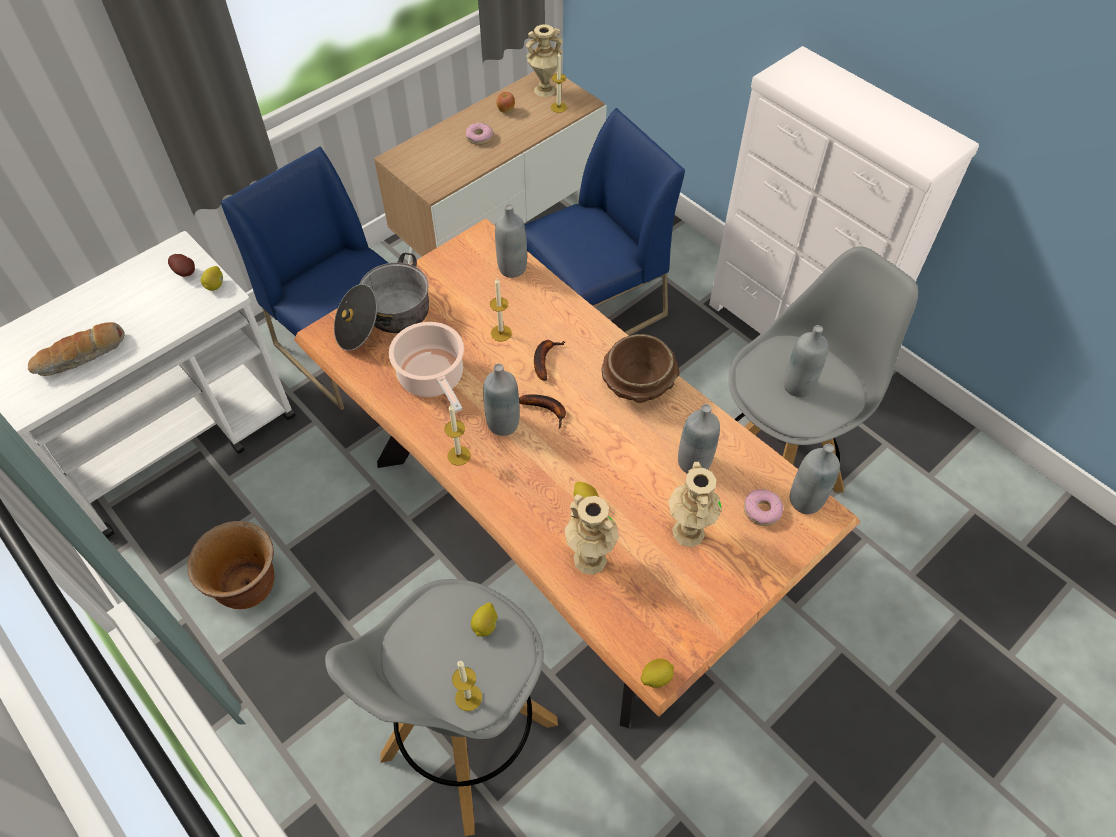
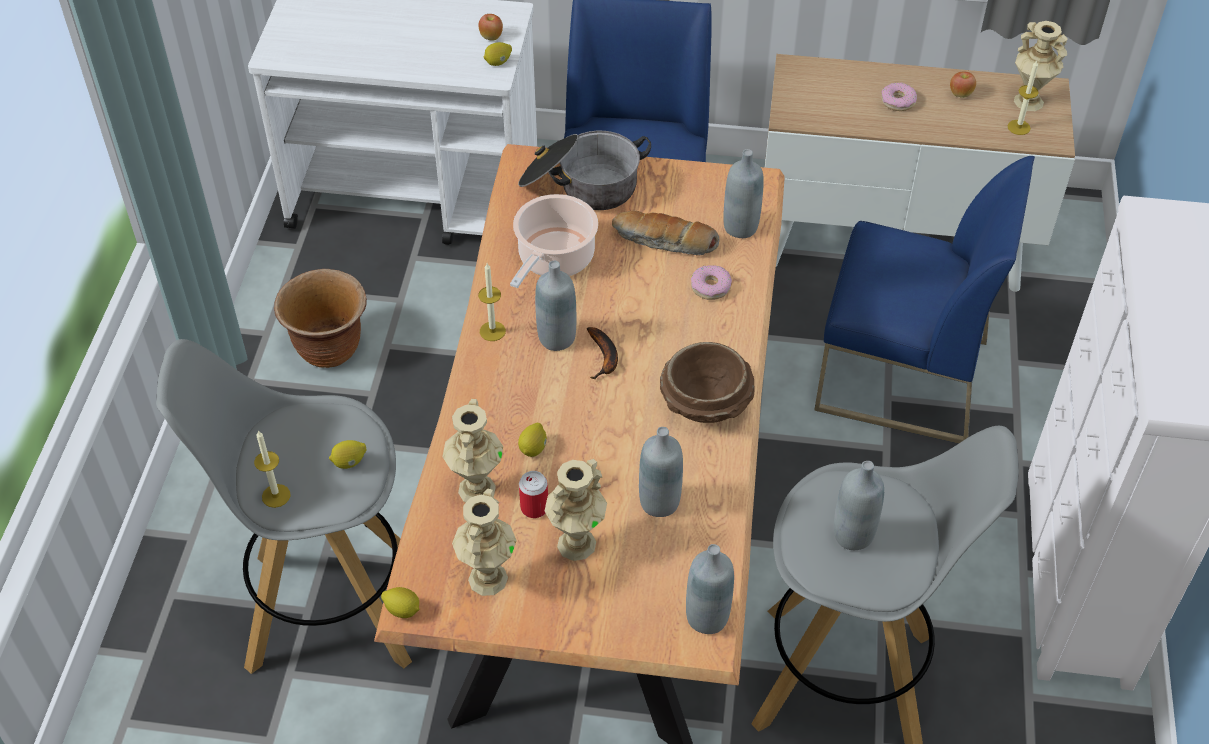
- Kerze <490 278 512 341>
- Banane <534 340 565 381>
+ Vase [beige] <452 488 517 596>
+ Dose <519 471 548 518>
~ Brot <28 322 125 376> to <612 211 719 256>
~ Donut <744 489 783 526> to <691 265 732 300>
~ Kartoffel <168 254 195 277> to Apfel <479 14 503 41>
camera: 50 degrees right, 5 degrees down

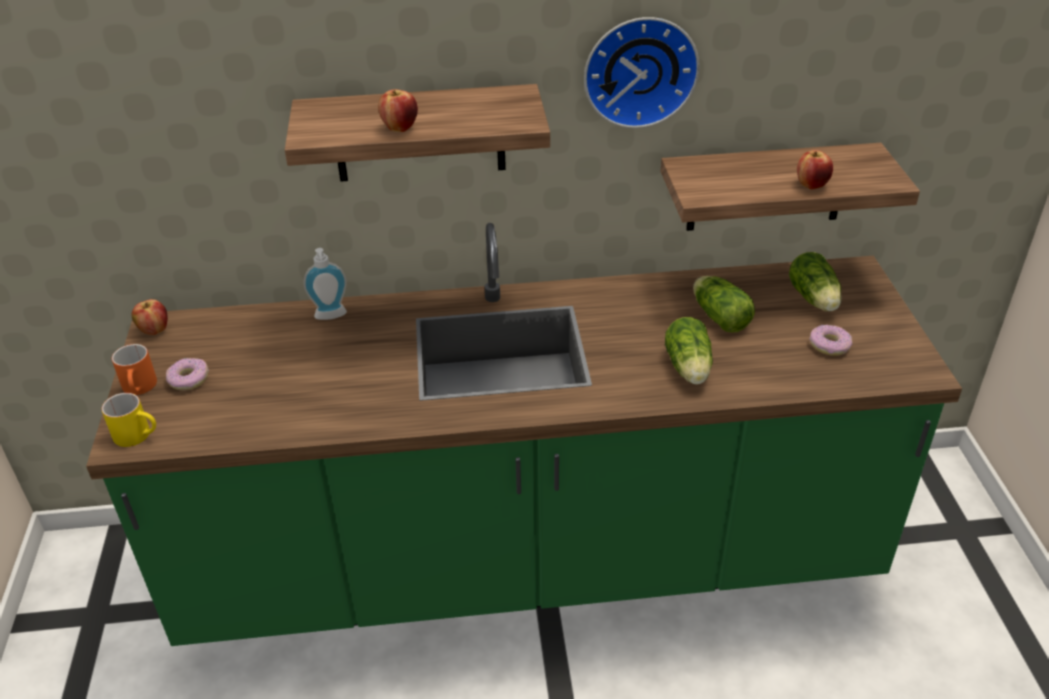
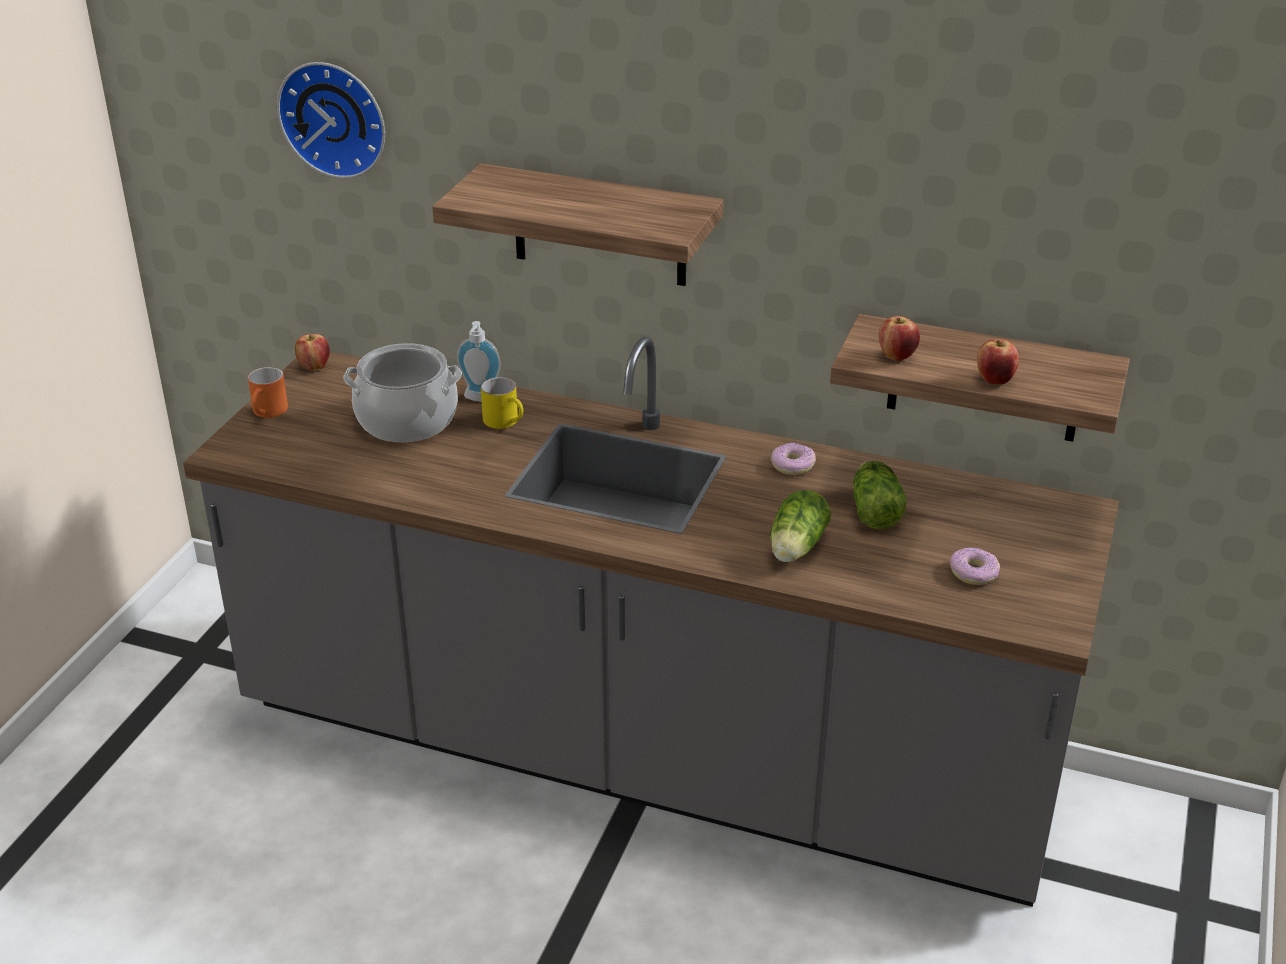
- Salatkopf <789 252 842 311>
+ Kochtopf <343 343 462 442>
~ Henkelbecher [gelb] <101 393 156 447> to <481 377 523 429>
~ Donut <166 358 209 391> to <771 443 816 475>
~ Apfel <378 89 418 132> to <879 316 920 361>
~ Wanduhr <584 17 700 128> to <277 62 385 179>
~ Küchenzeile [grün] <86 223 962 646> to Küchenzeile [grau] <183 337 1119 907>
camera: 25 degrees right, 5 degrees down

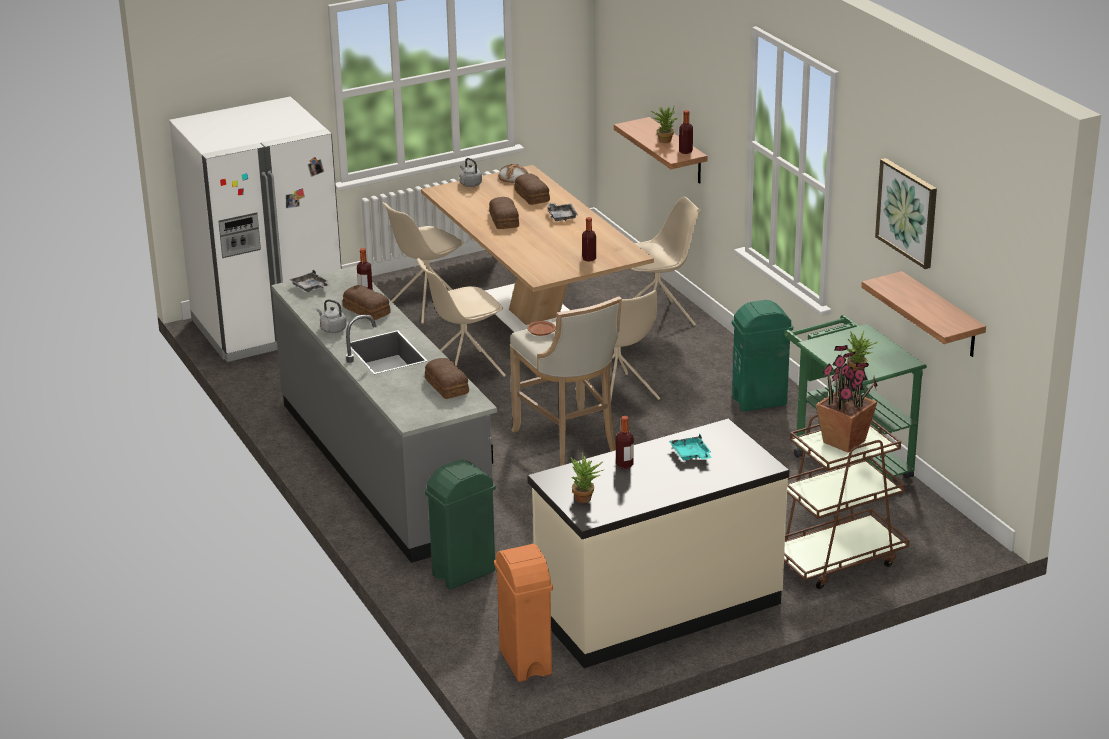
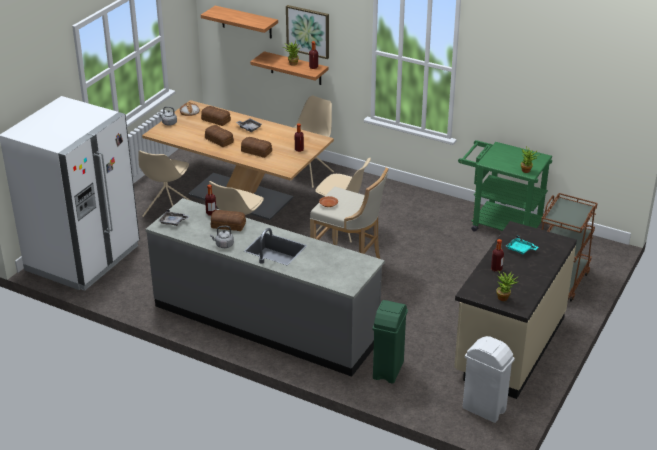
- Mülleimer [grün] <732 300 793 412>
- Topfpflanze <816 345 878 452>
~ Brot <425 358 469 399> to <241 137 272 158>
~ Wandregal <861 271 986 357> to <201 6 278 38>
~ Bild <875 158 937 269> to <286 5 329 59>
~ Mülleimer [orange] <494 544 553 682> to Mülleimer [weiß] <463 336 515 423>
camera: 35 degrees left, 5 degrees up

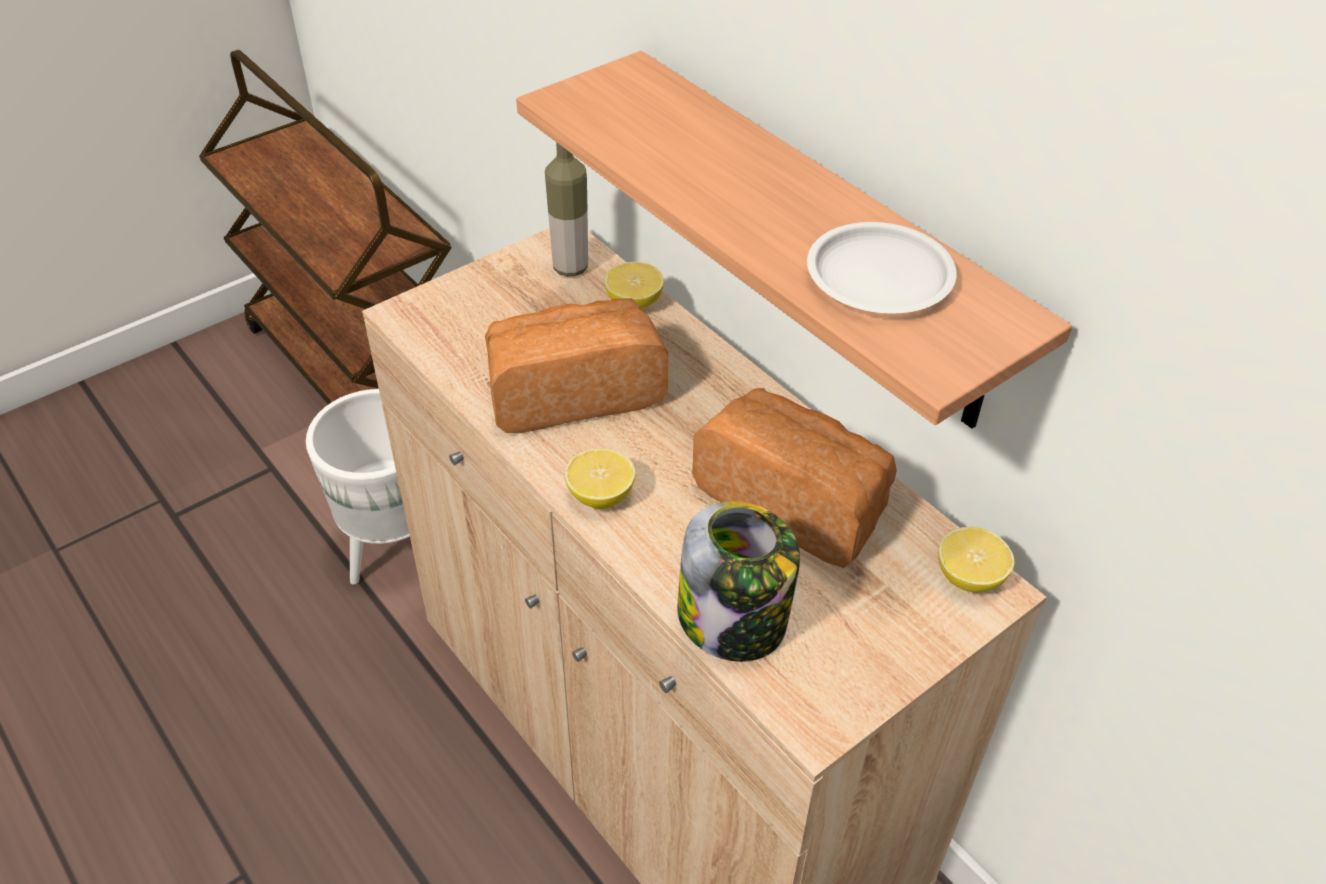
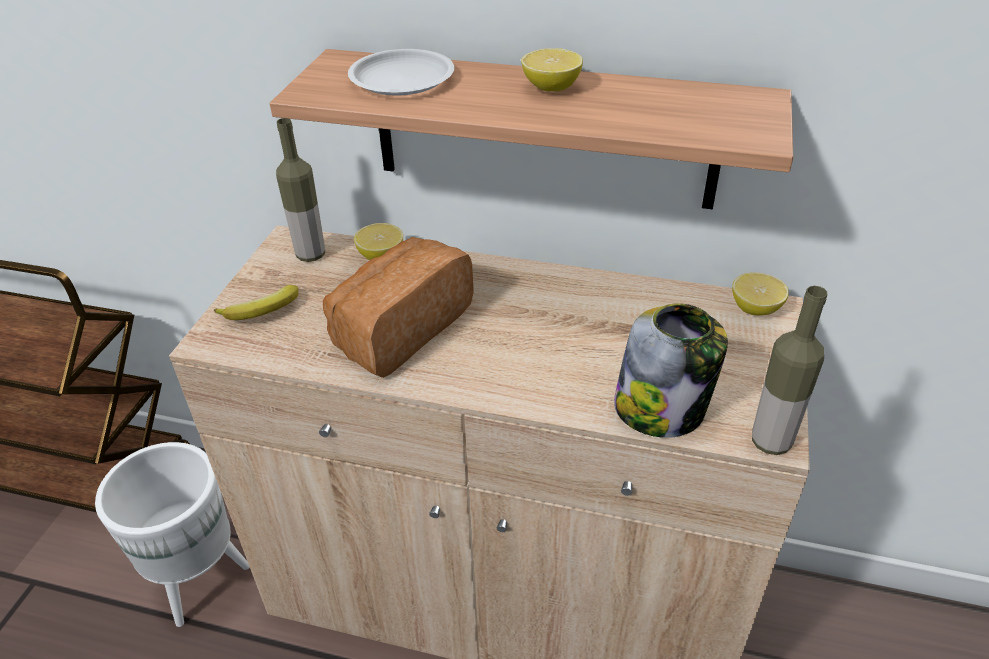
- Brot <692 388 897 568>
+ Banane <213 285 299 320>
+ Flasche <752 286 827 455>
~ Zitrone <565 448 635 509> to <521 48 583 92>
~ Teller [weiß] <807 222 957 314> to <348 49 454 95>
camera: 35 degrees left, 5 degrees down

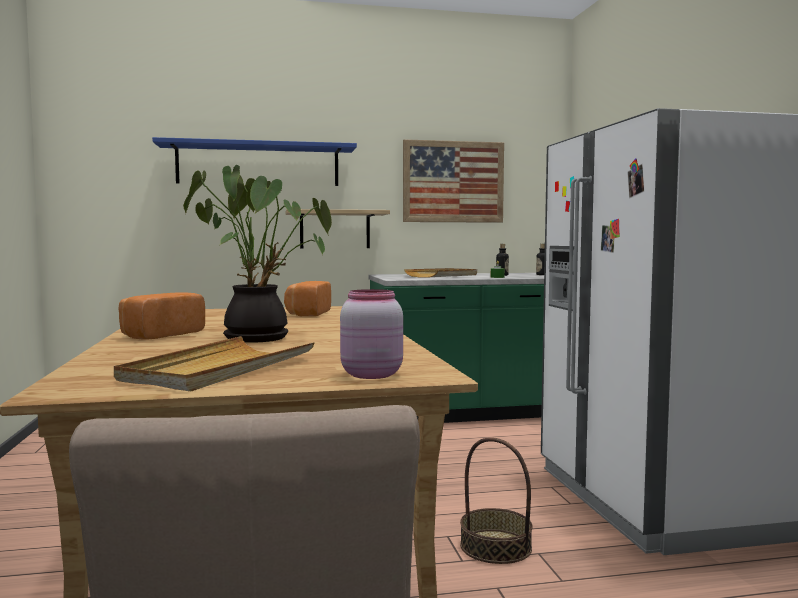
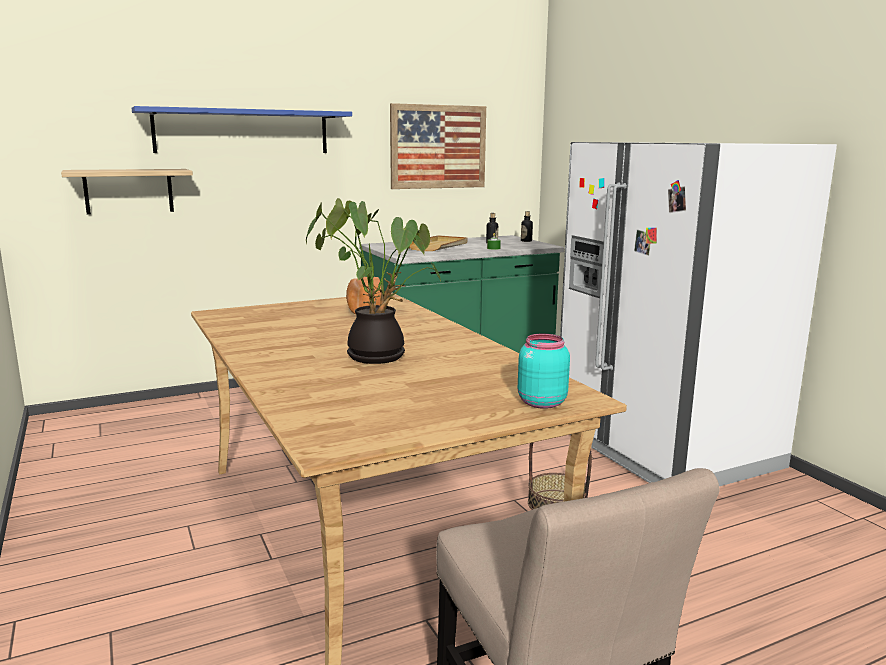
- Tablett [beige] <114 336 315 391>
- Brot <118 292 205 340>
~ Wandregal <286 209 390 248> to <61 169 193 214>
~ Vorratsglas [rosa] <340 289 403 379> to Vorratsglas [türkis] <518 334 570 409>
camera: 15 degrees left, 10 degrees up

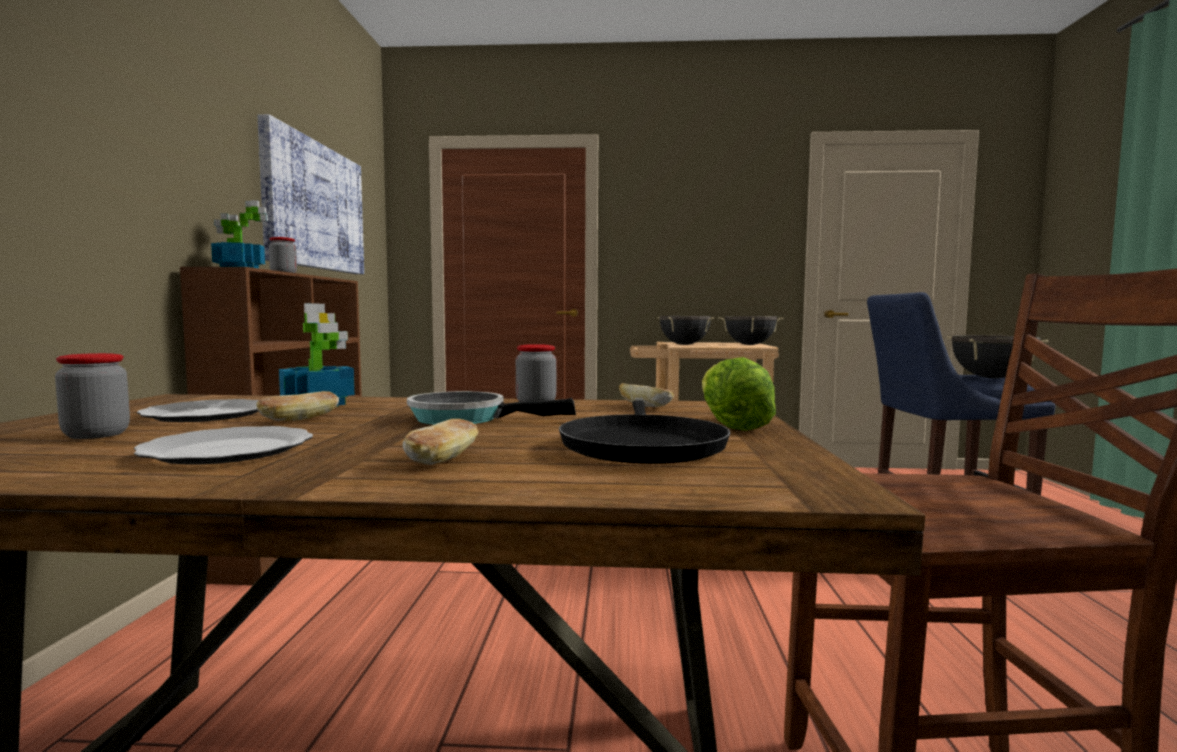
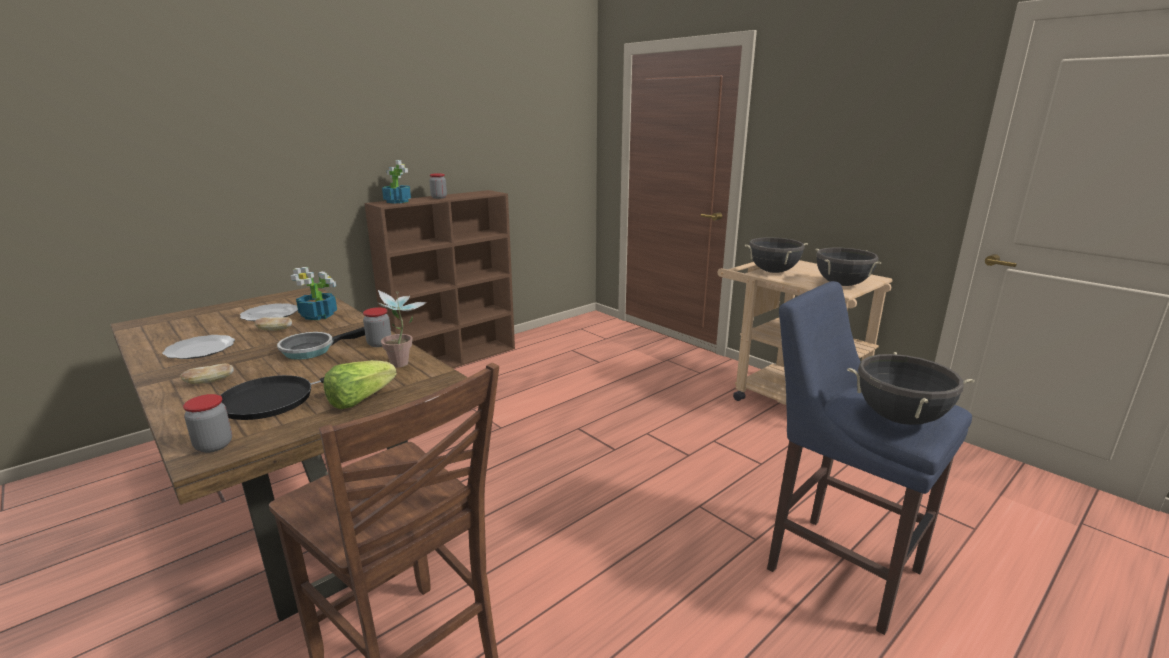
- Bild <257 114 364 274>
~ Vorratsglas <55 353 130 439> to <183 394 232 453>
~ Brot <619 383 674 407> to Topfpflanze <378 290 427 367>
~ Pfanne <407 391 576 425> = <277 327 365 360> 90 degrees counterclockwise
camera: 45 degrees right, 15 degrees up

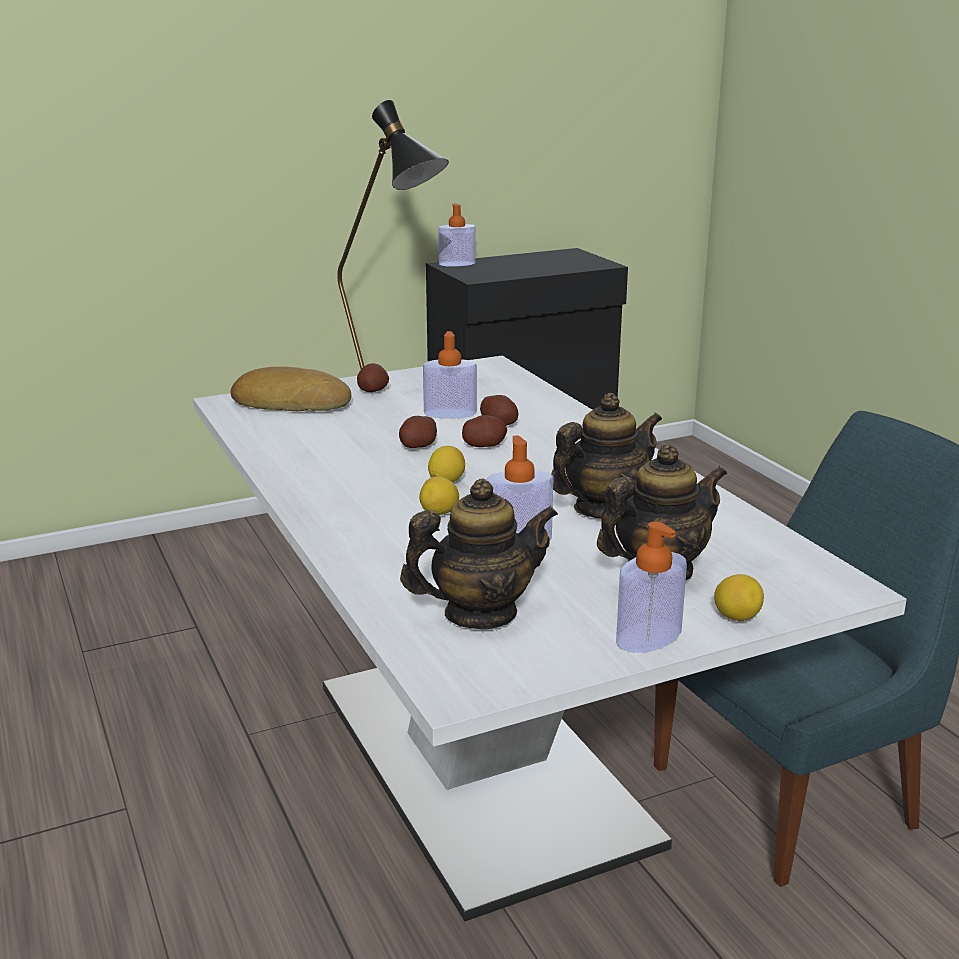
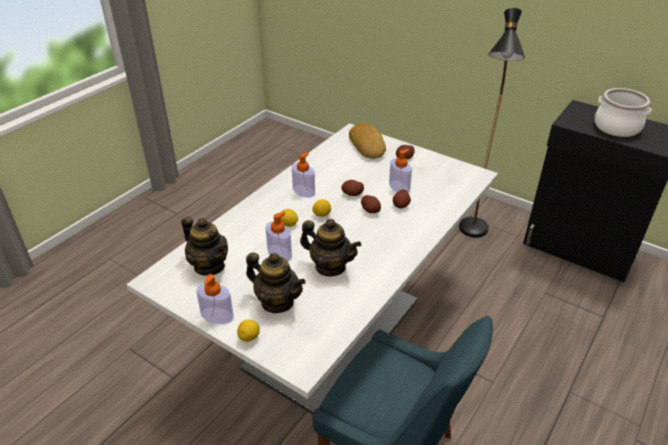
+ Kochtopf <595 88 652 137>
~ Seifenspender <438 203 475 267> to <292 152 315 198>
camera: 60 degrees right, 15 degrees up

